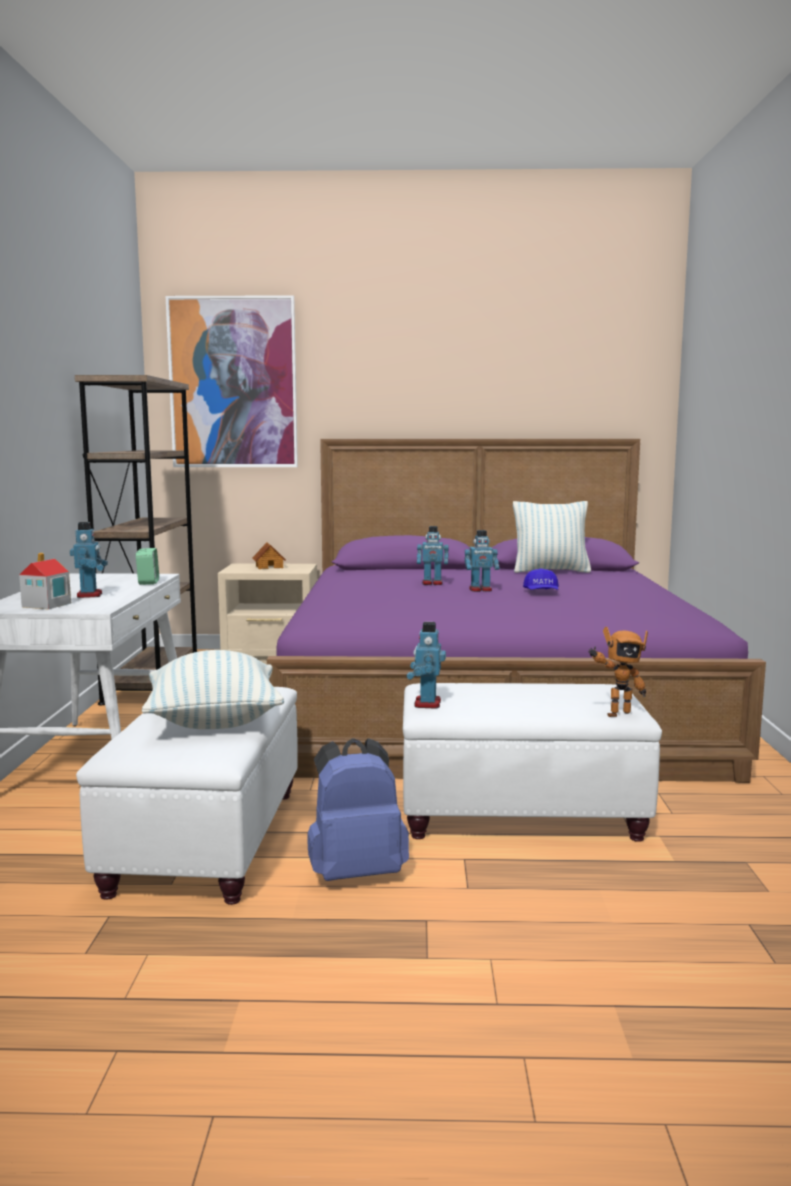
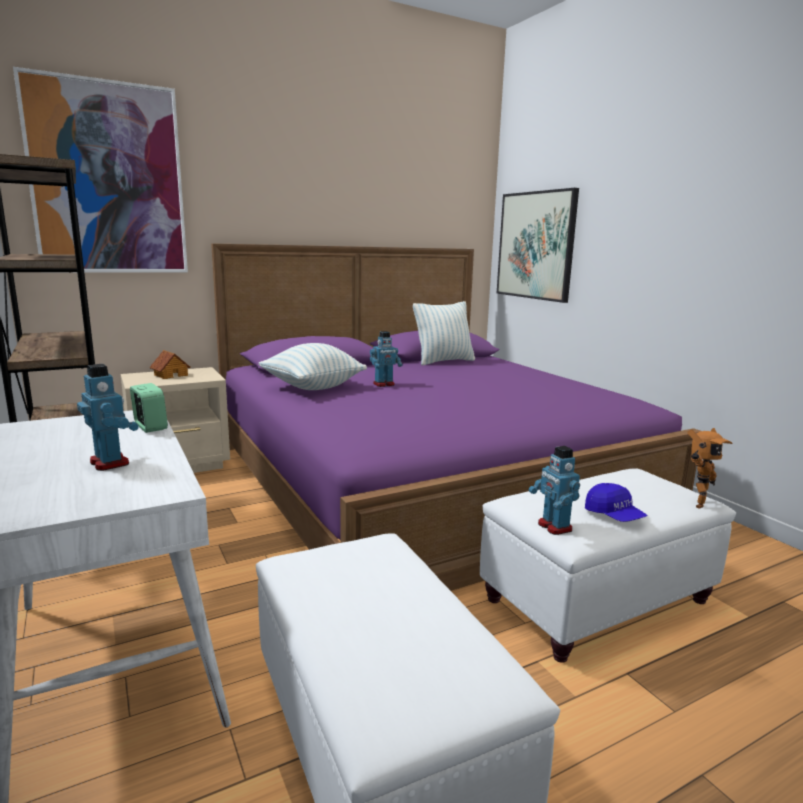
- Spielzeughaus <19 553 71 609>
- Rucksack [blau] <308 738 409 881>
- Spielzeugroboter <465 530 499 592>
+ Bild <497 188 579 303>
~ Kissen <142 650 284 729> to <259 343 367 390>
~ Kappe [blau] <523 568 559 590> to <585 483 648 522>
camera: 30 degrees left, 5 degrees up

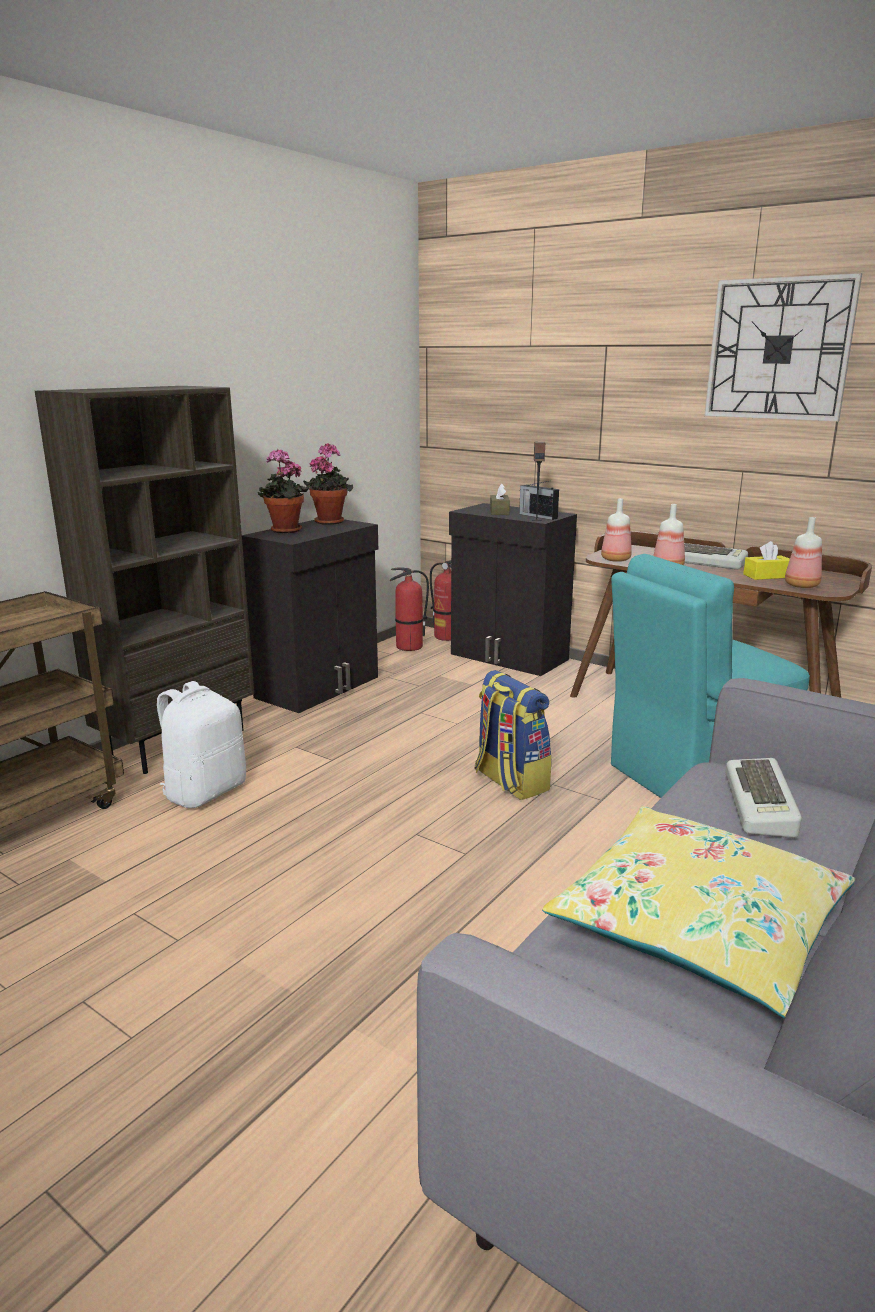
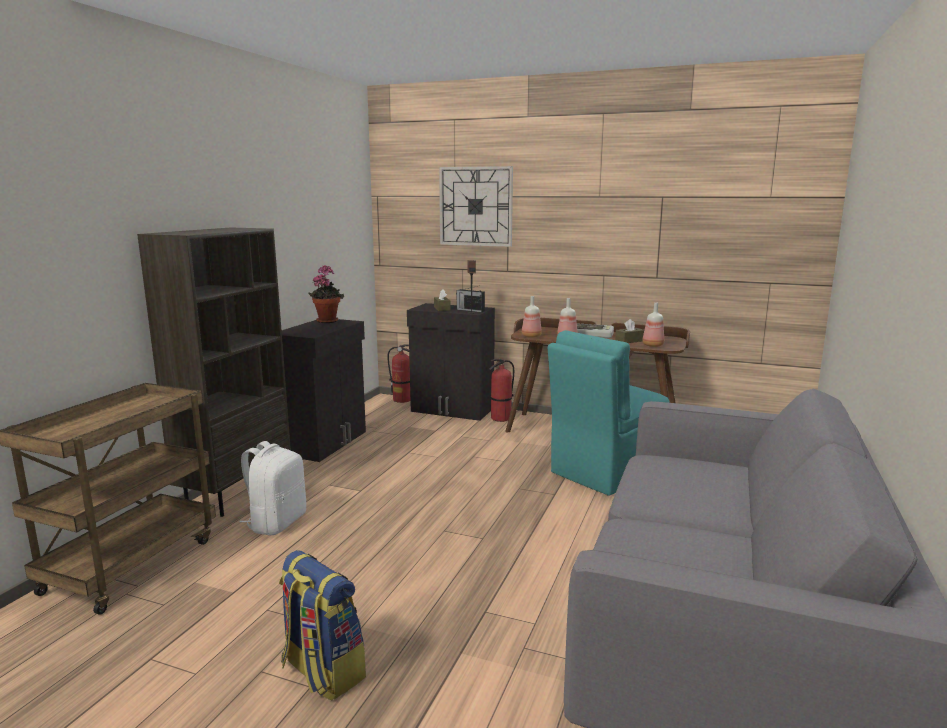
- Topfpflanze <258 449 310 533>
- Kissen [gelb] <542 806 855 1018>
- Tastatur <725 758 802 838>
~ Feuerlöscher <390 567 429 651> to <489 359 514 422>
~ Rucksack <475 670 551 800> to <279 550 366 701>
~ Wanduhr <704 273 862 422> to <439 166 513 247>
~ Taschentuchbox [gelb] <743 541 790 580> to Taschentuchbox [braun] <615 319 644 343>
camera: 15 degrees left, 5 degrees down

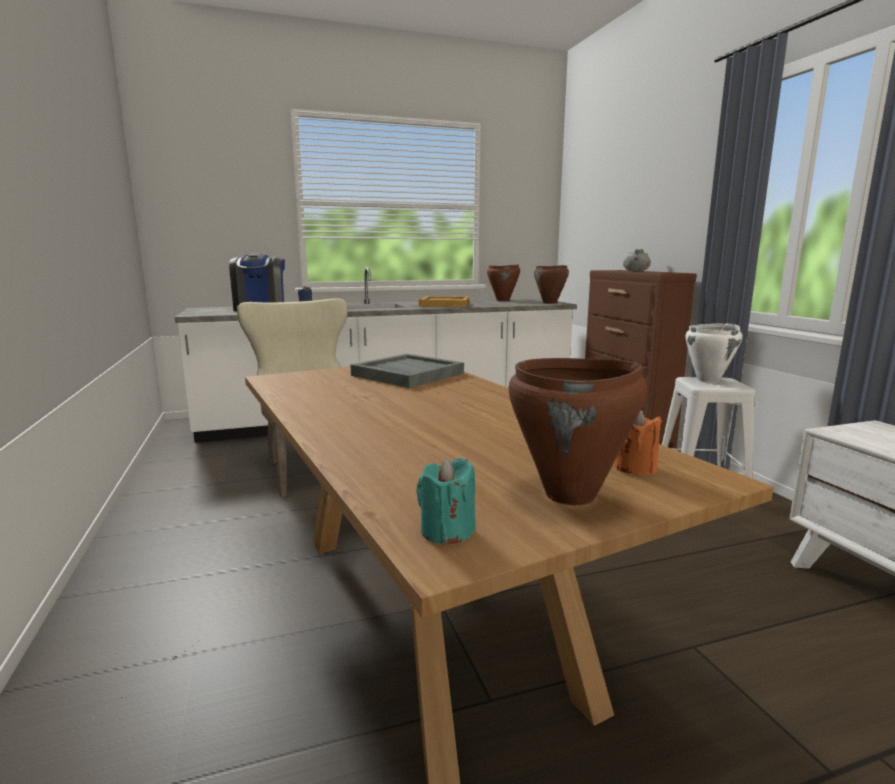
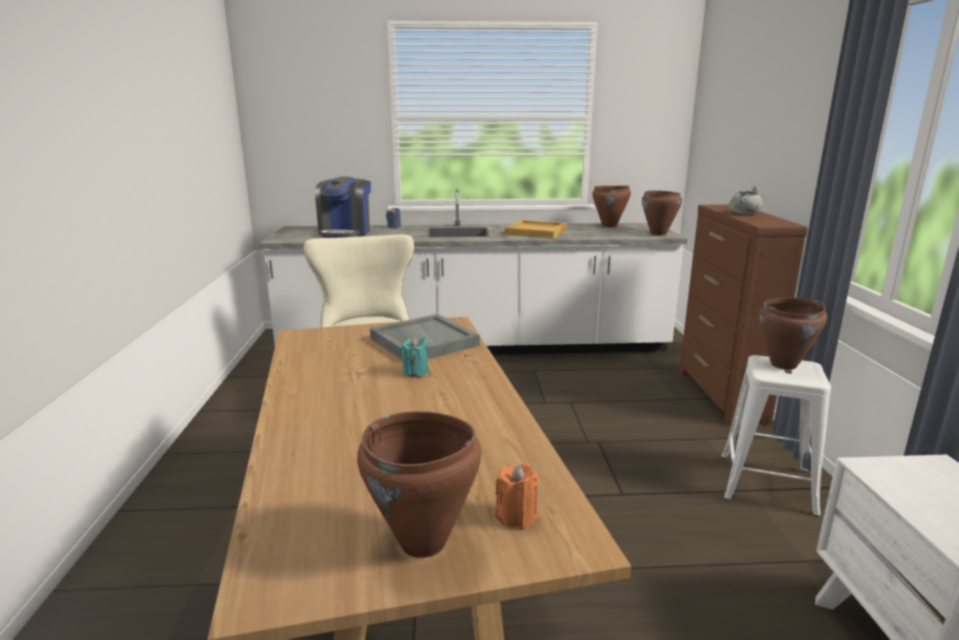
~ Kerze [türkis] <416 457 476 545> to <401 336 429 377>
~ Kochtopf [weiß] <686 323 742 383> to Kochtopf [braun] <759 298 827 370>
camera: 15 degrees right, 5 degrees up

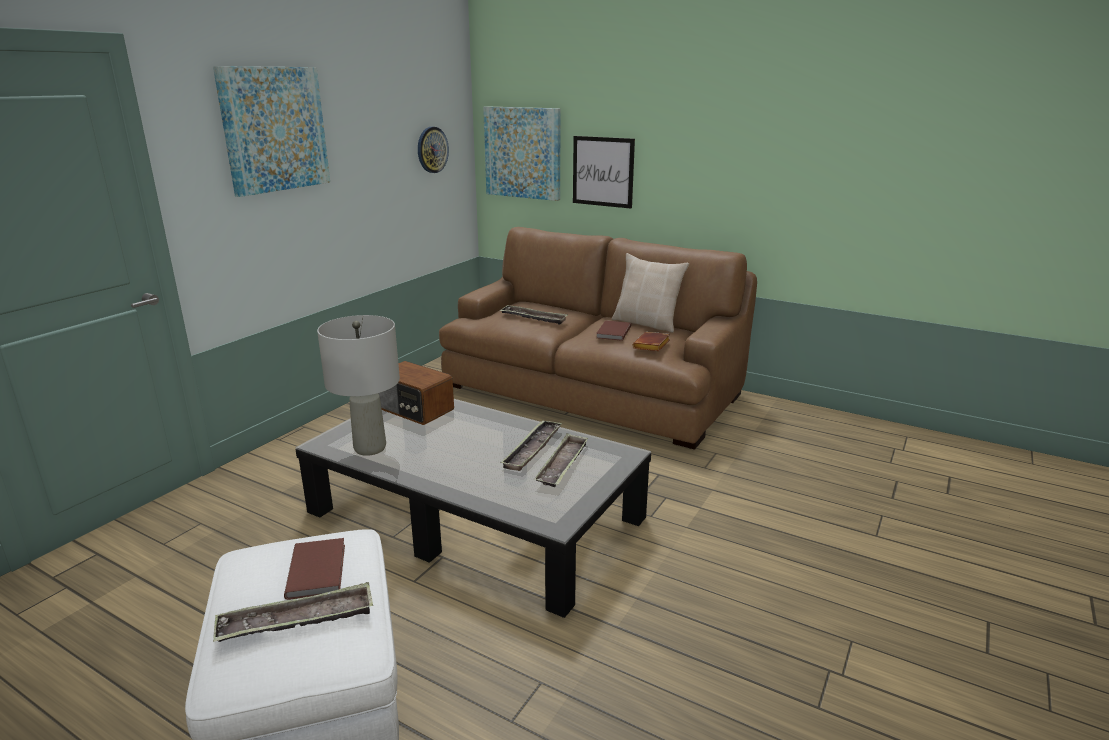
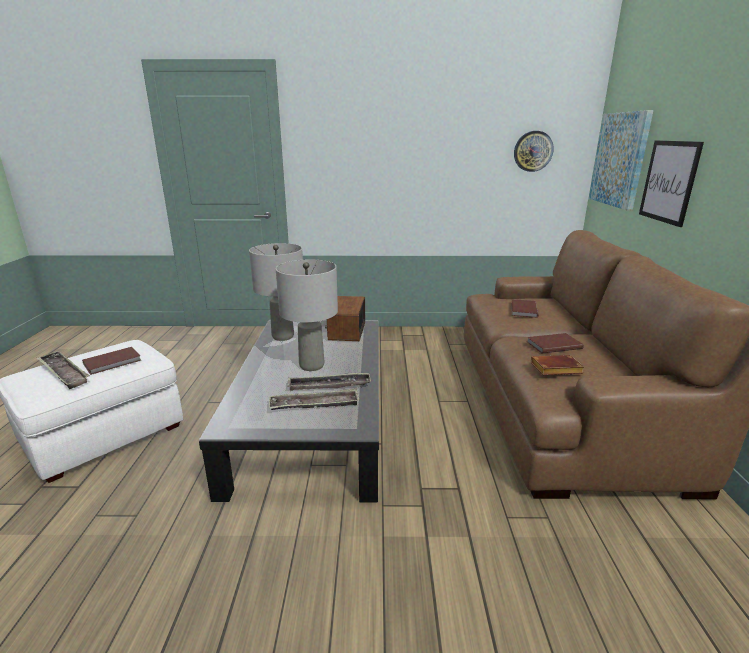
- Bild <213 66 330 197>
- Kissen [beige] <612 253 689 333>
+ Tischlampe [grau] <276 259 338 371>
~ Tablett <500 305 567 325> to Buch [braun] <511 299 538 318>
camera: 60 degrees right, 0 degrees up

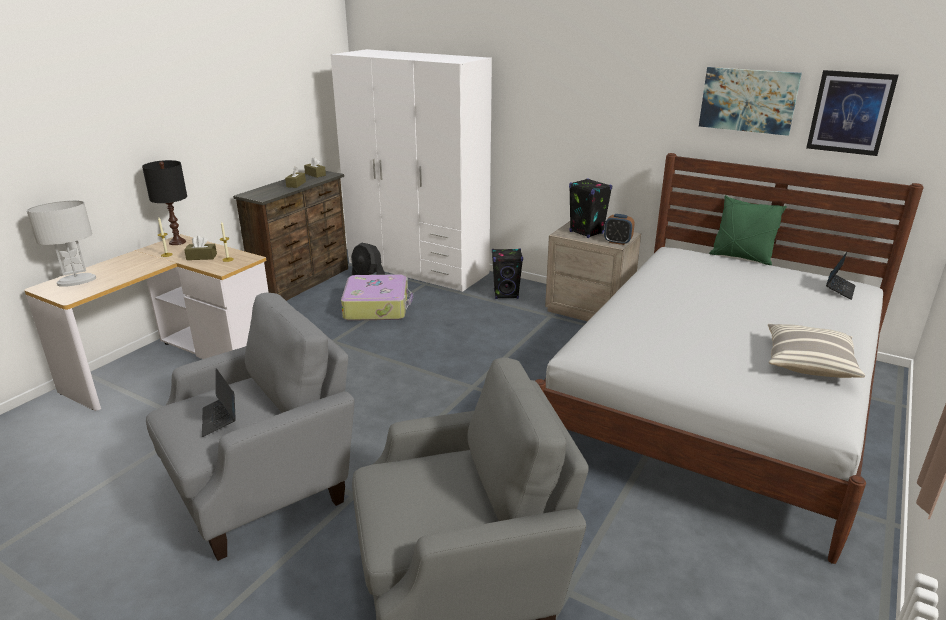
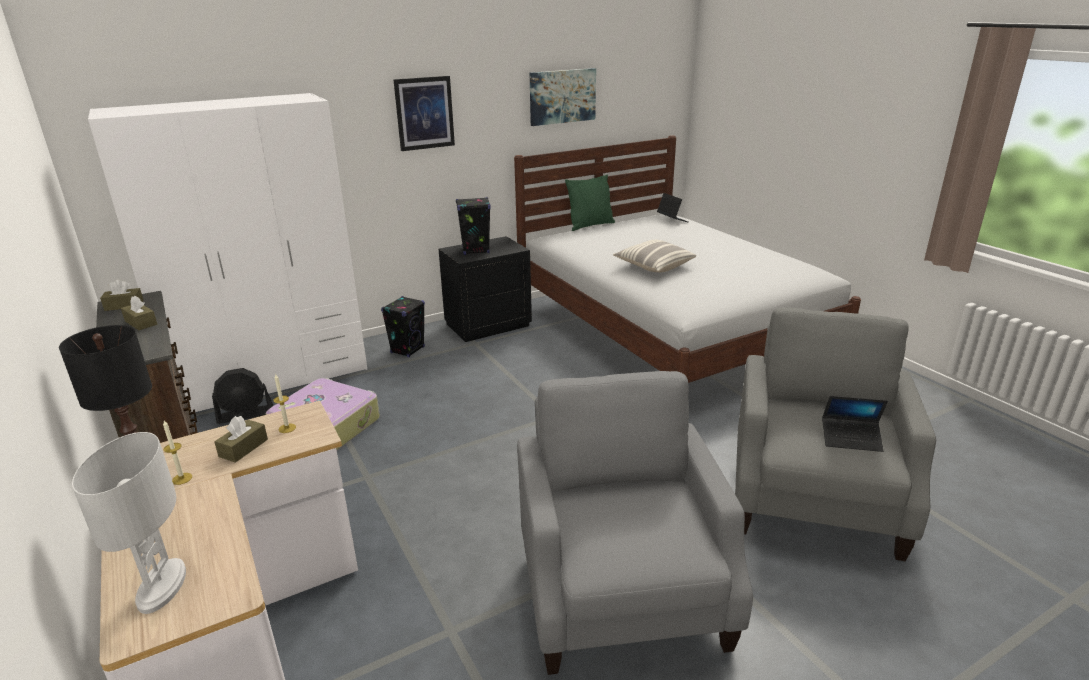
- Wecker <604 214 634 245>
~ Laptop <202 368 236 437> to <822 396 888 452>
~ Kissen <768 324 865 378> to <613 240 696 272>
~ Bild <806 70 899 156> to <393 76 455 151>
~ Nachttisch [beige] <545 221 641 321> to Nachttisch [schwarz] <438 236 532 342>
camera: 60 degrees left, 0 degrees up

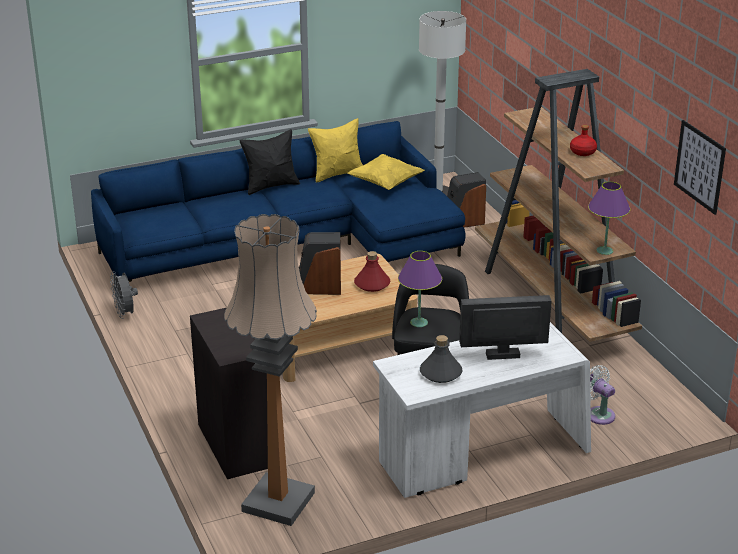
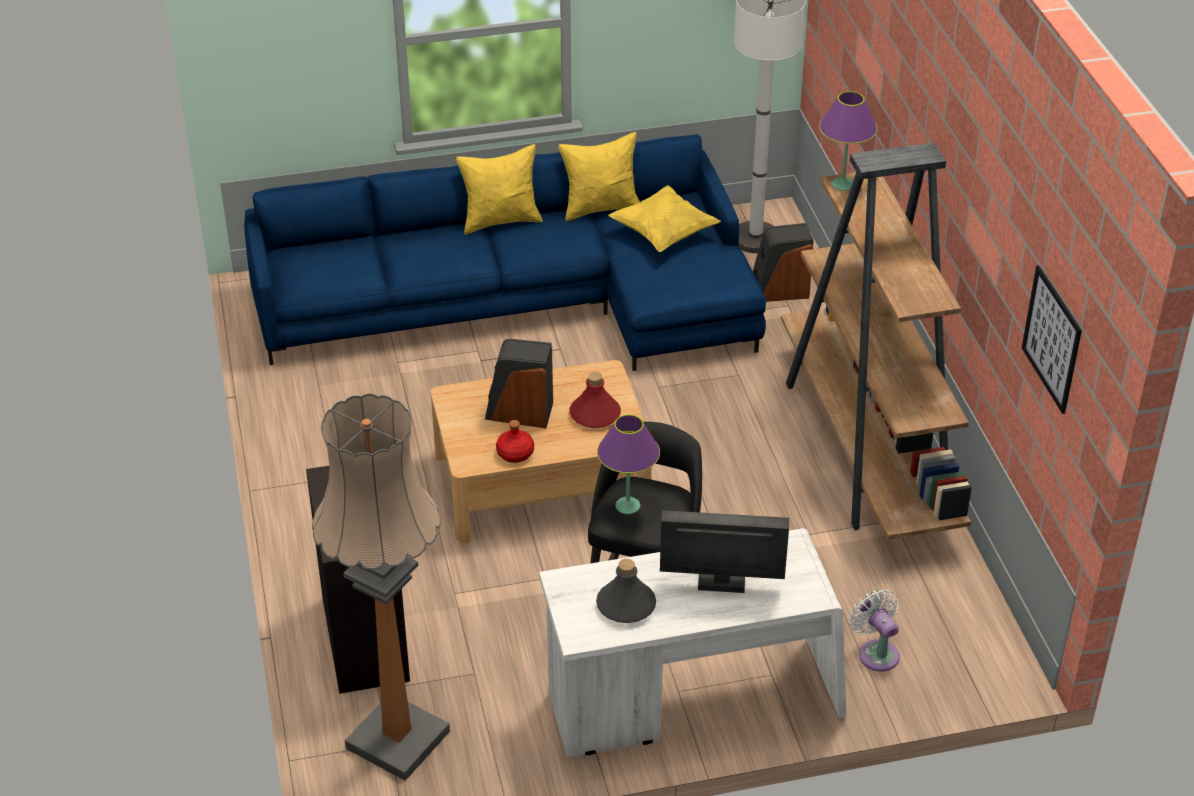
- Ventilator [grau] <110 273 138 319>
~ Flasche [rot] <570 125 597 156> to <496 420 534 463>
~ Tischlampe [lila] <588 182 630 255> to <819 91 877 191>
~ Kissen [schwarz] <240 129 300 195> to Kissen [gelb] <456 144 543 234>
camera: 10 degrees right, 10 degrees up

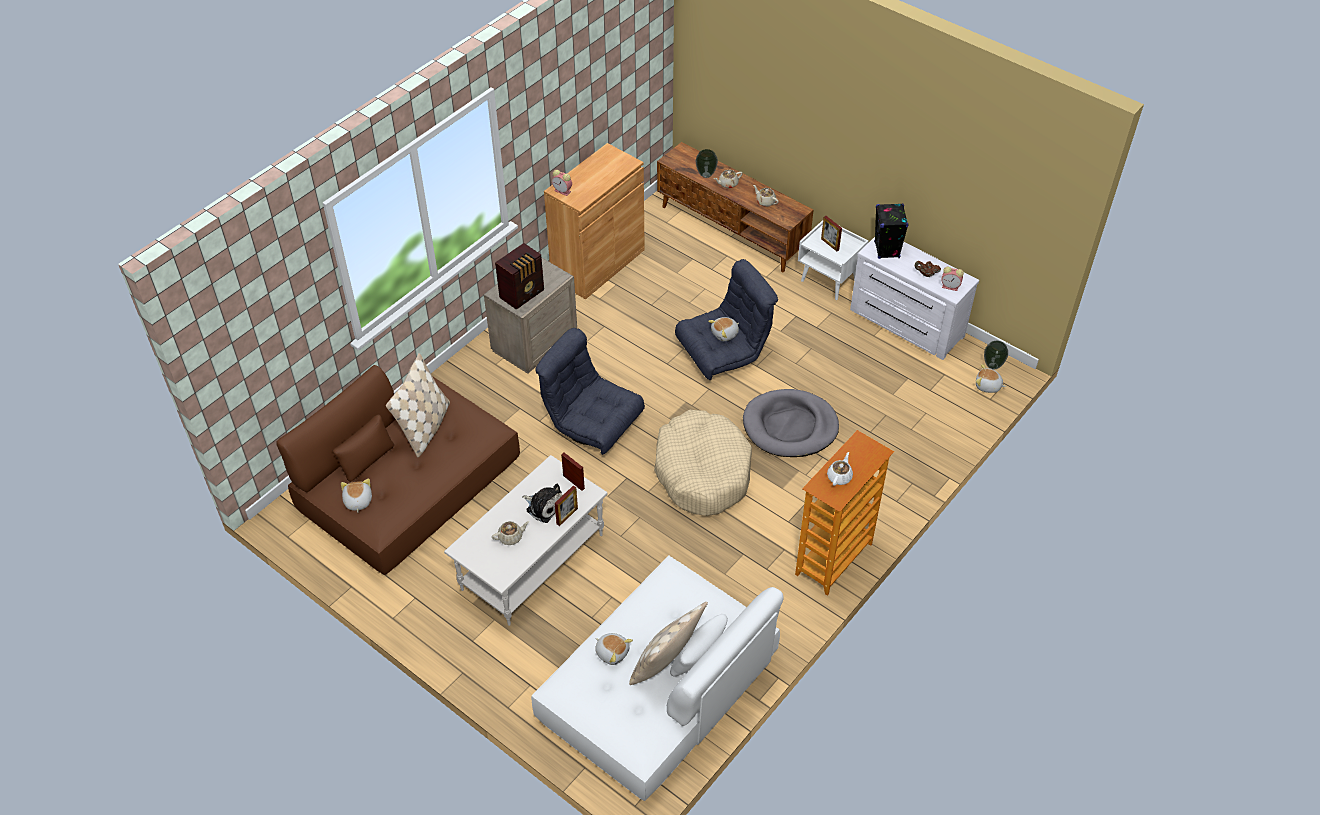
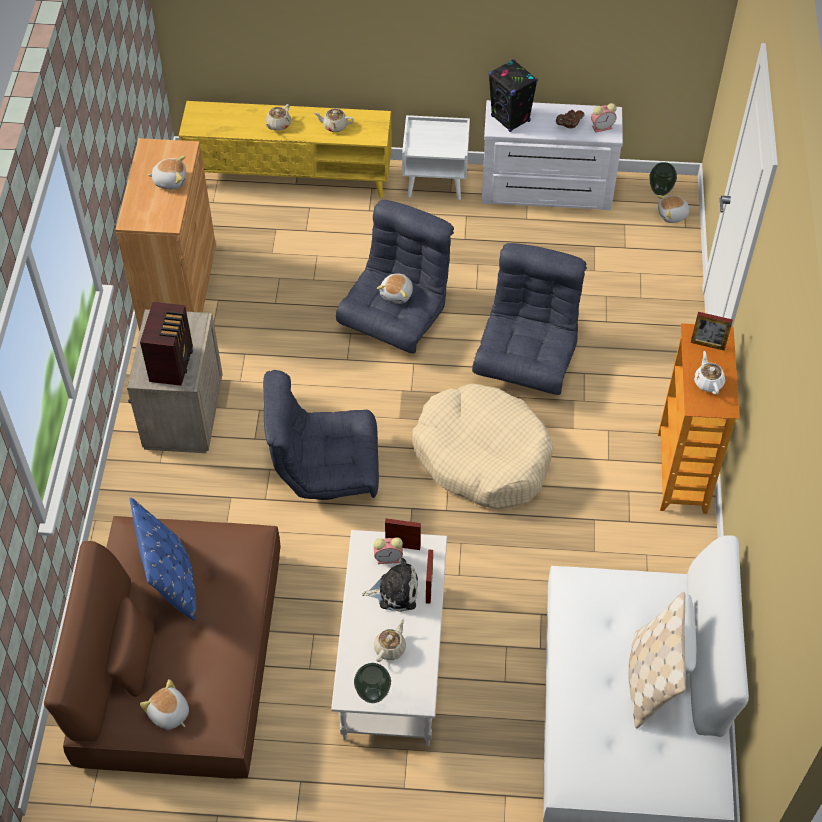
~ Wecker <552 170 572 196> to <374 537 403 564>
~ Plüschtier <595 633 633 665> to <147 156 186 189>
~ Vase <695 149 718 178> to <354 663 391 703>
~ Bilderrahmen <821 216 842 251> to <691 312 733 351>
~ Hundebett [grau] <743 389 839 457> to Sessel [grau] <472 243 587 395>
~ Kissen [beige] <386 353 450 457> to Kissen [blau] <130 498 196 621>
~ Fernsehschrank [braun] <657 142 813 272> to Fernsehschrank [gelb] <179 101 392 197>
camera: 35 degrees left, 5 degrees up

